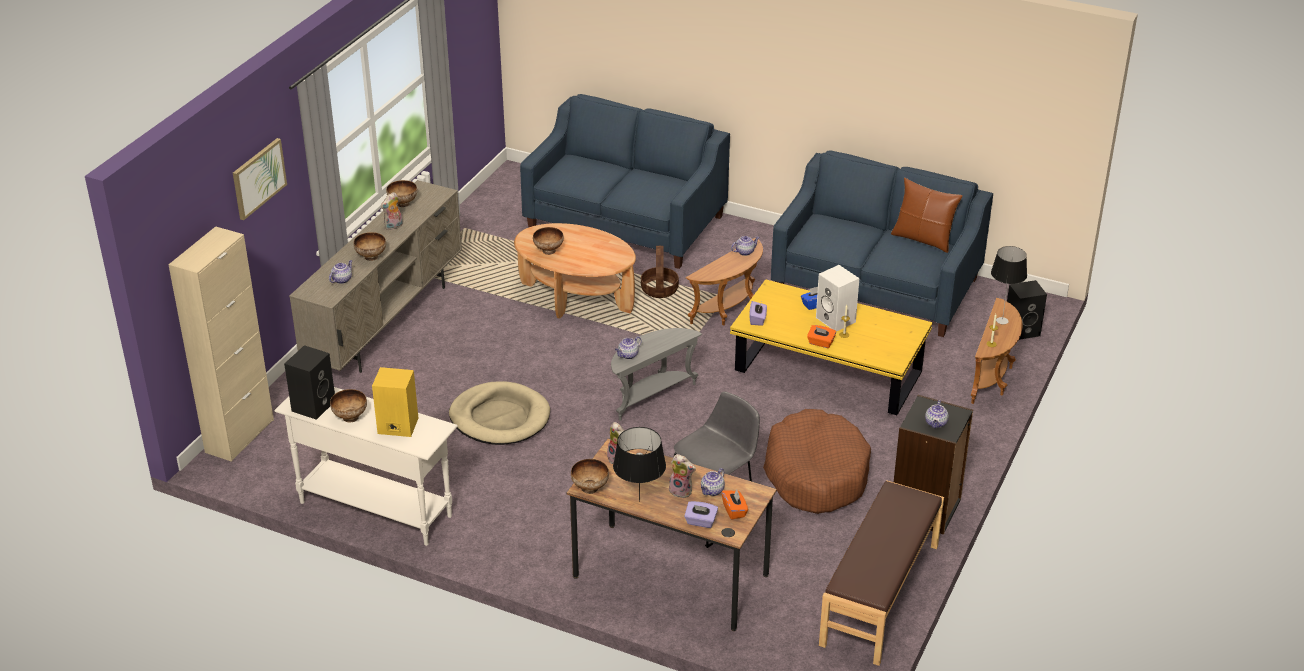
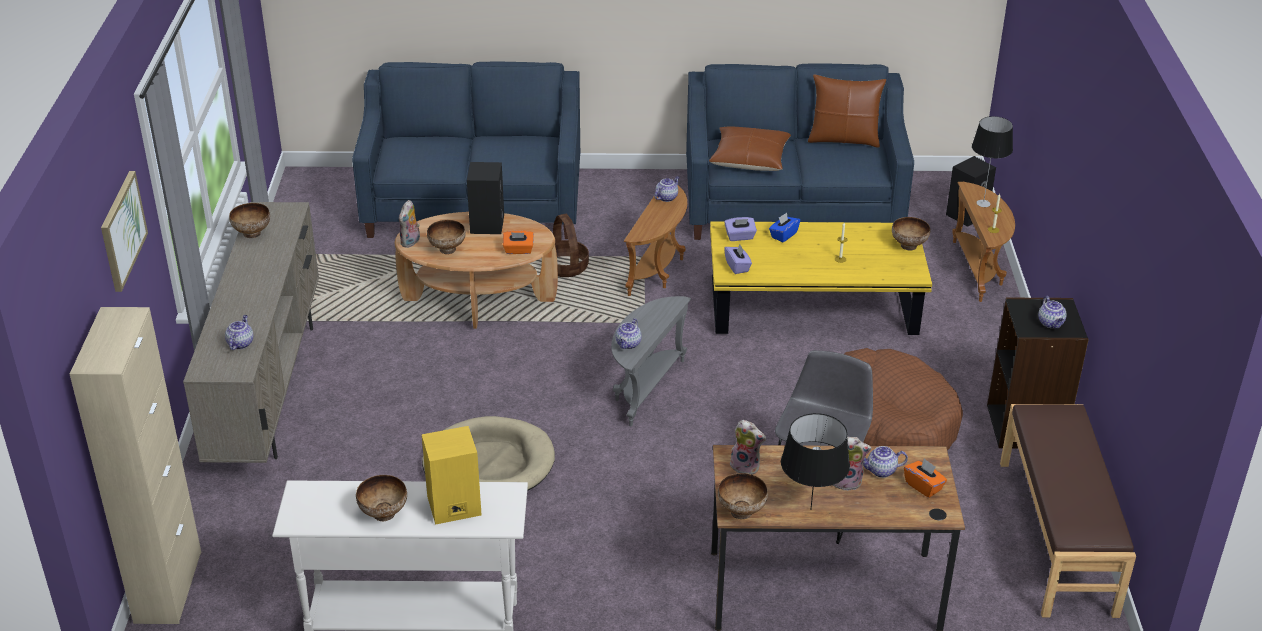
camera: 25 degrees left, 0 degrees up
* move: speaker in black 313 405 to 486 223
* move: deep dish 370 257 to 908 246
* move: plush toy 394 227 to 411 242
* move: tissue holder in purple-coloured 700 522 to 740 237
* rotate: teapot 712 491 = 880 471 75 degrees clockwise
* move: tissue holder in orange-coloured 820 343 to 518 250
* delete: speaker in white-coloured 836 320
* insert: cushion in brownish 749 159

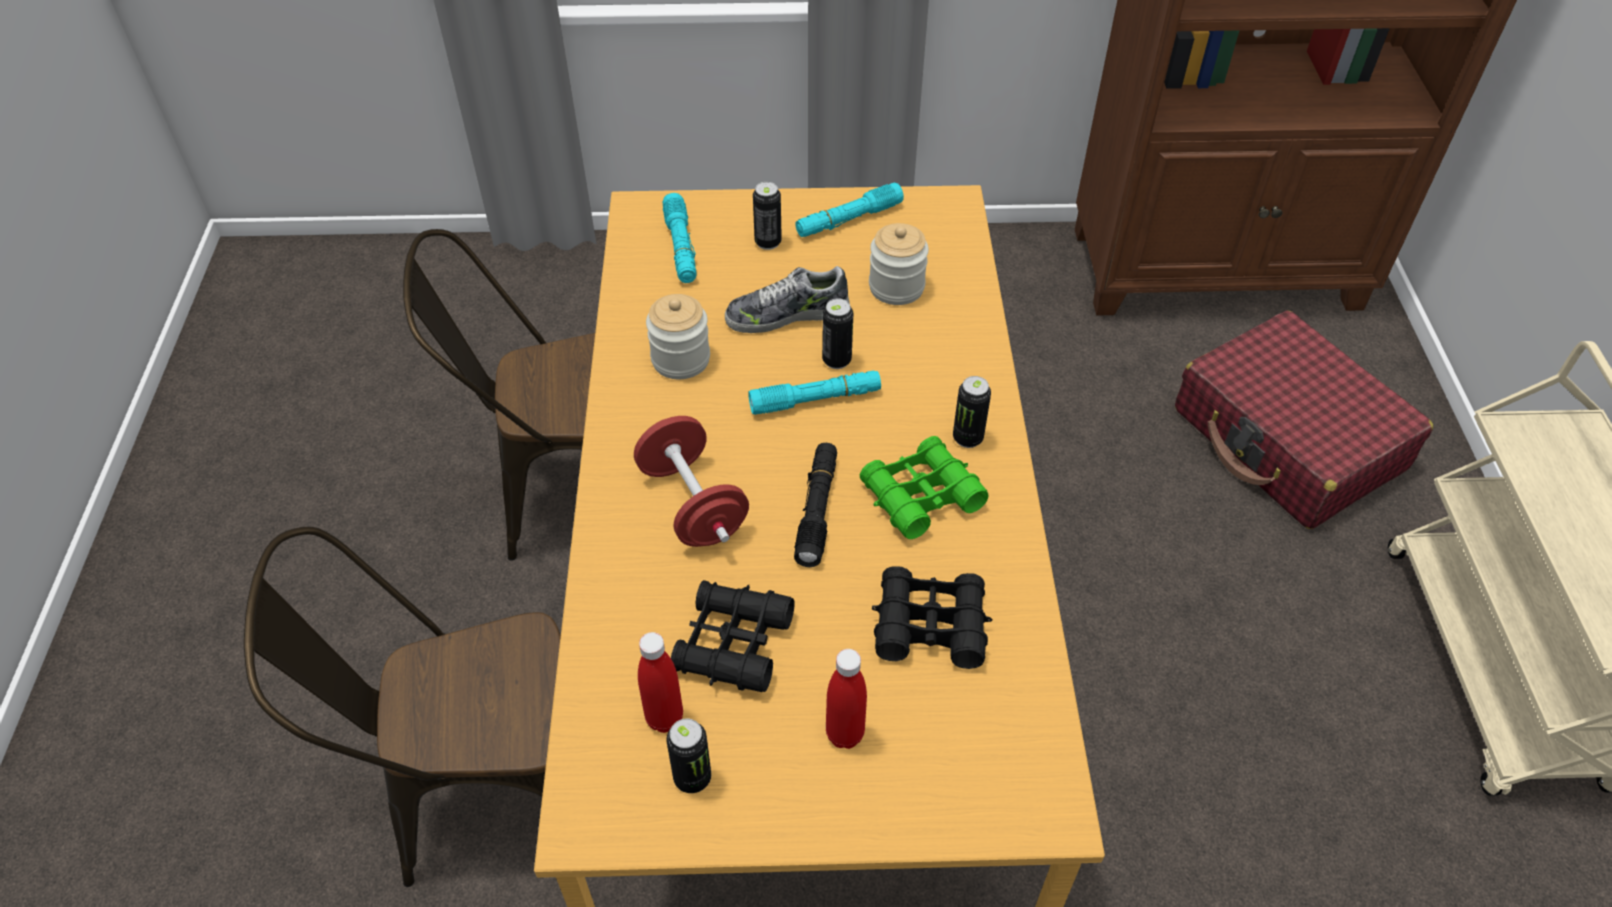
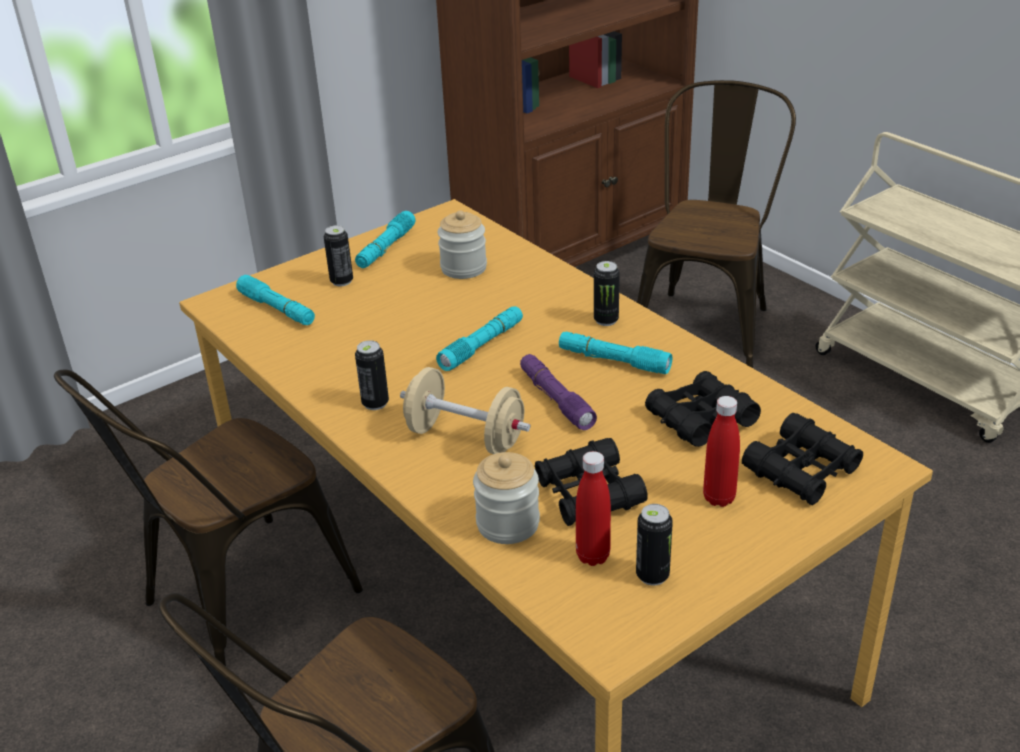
camera: 35 degrees left, 15 degrees down
* recolor: dumbbell in reddish 693 504 to dumbbell in beige 465 437
* move: jar 680 359 to 508 524
* delete: item of footwear 787 314
* recolor: hand torch in black 817 510 to hand torch in purple-coloured 556 399
* move: sealed can 836 360 to 375 403
* replace: pair of binoculars in green 921 496 to hand torch in turquoise 613 361
* replace: travel case in reddish 1288 440 to chair in brownish 706 324
* insert: pair of binoculars in black 801 470

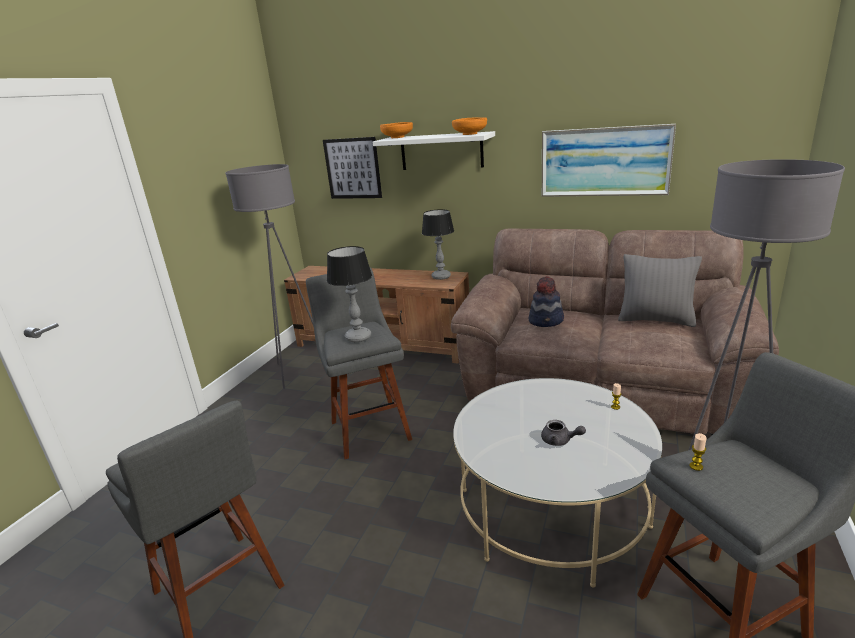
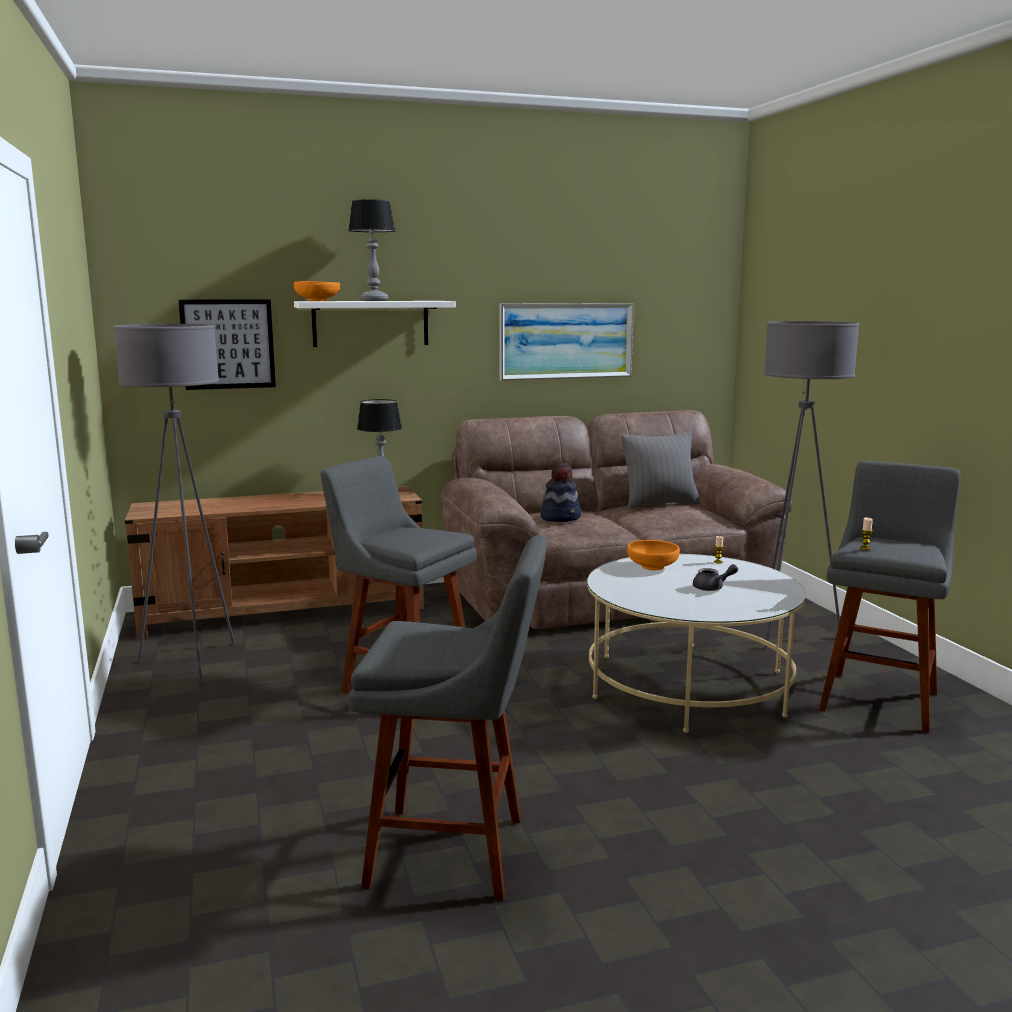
camera: 40 degrees left, 10 degrees down
* move: lamp for a table 359 337 to 374 300
* move: deep dish in orange-coloured 470 134 to 652 567

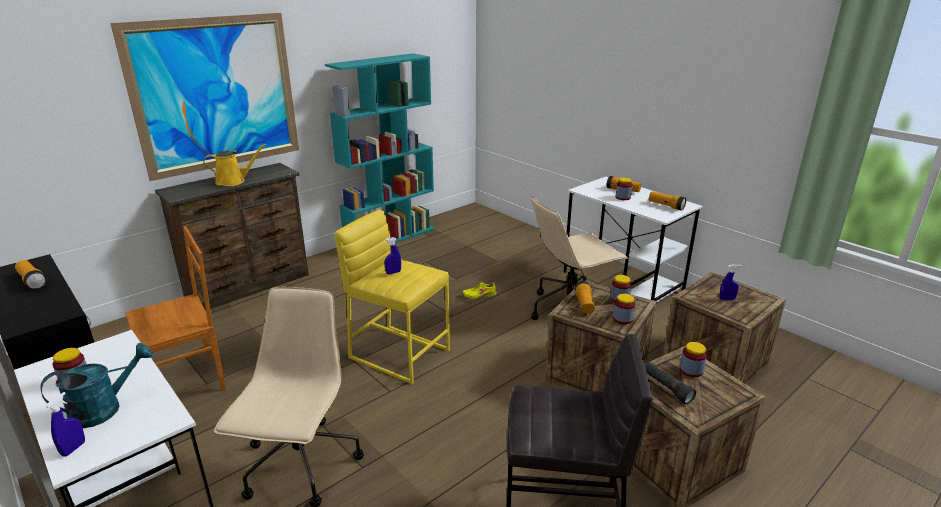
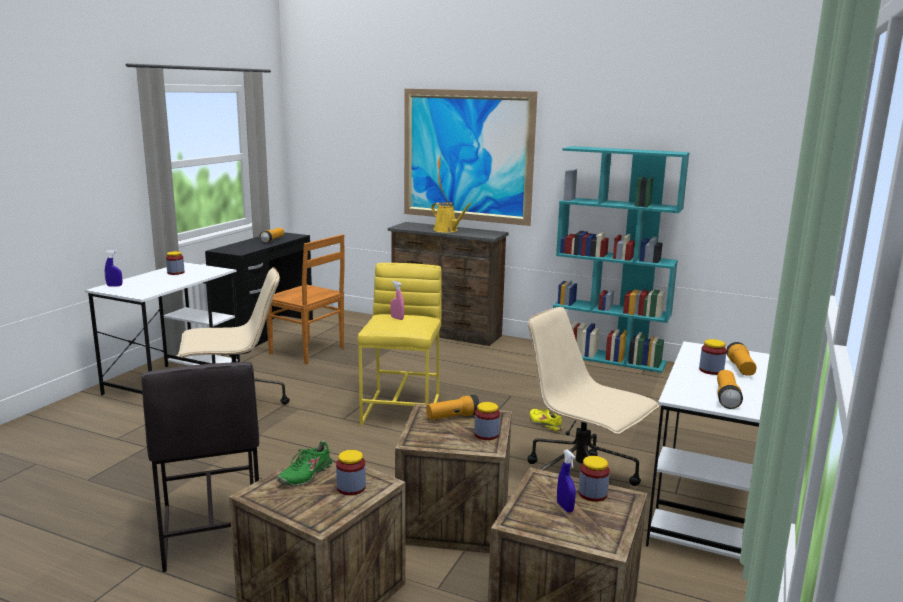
camera: 65 degrees right, 10 degrees down
* delete: watering pot in turquoise 105 409
* recolor: sprayer in blue 393 272 to sprayer in pink 397 318
* move: jar 622 319 to 592 494
* replace: hand torch in black 666 388 to item of footwear in green 305 475

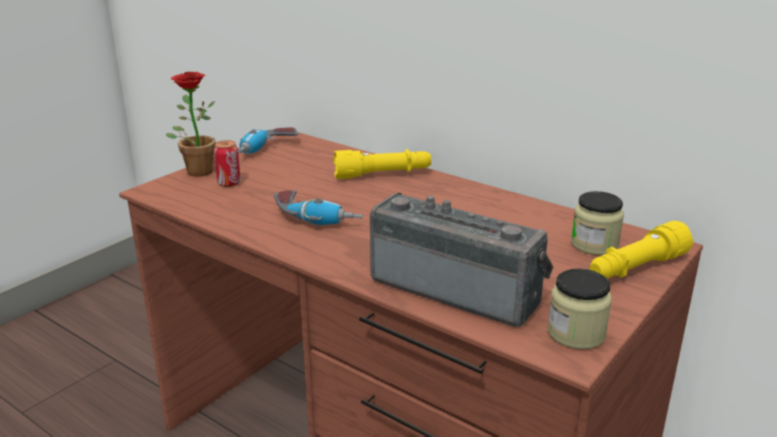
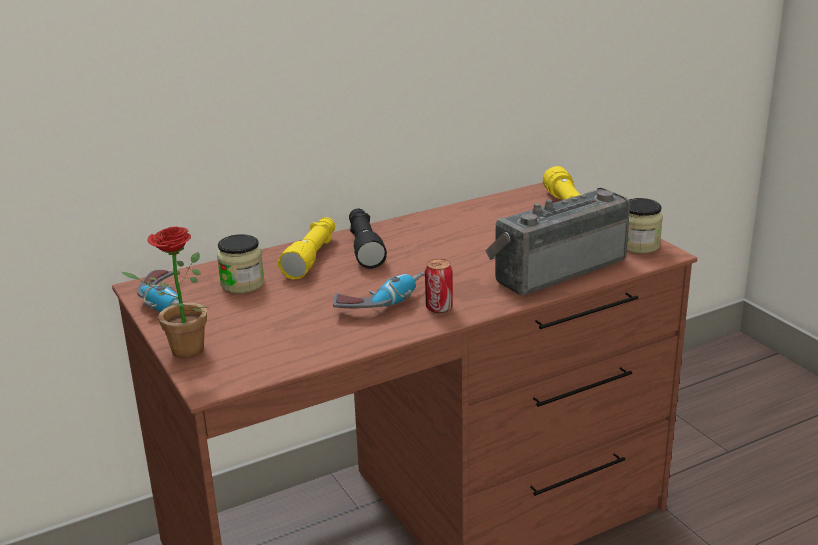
camera: 65 degrees left, 0 degrees up
* move: sealed can 229 183 to 439 308
* move: jar 594 244 to 242 284
* insert: hand torch in black 364 247

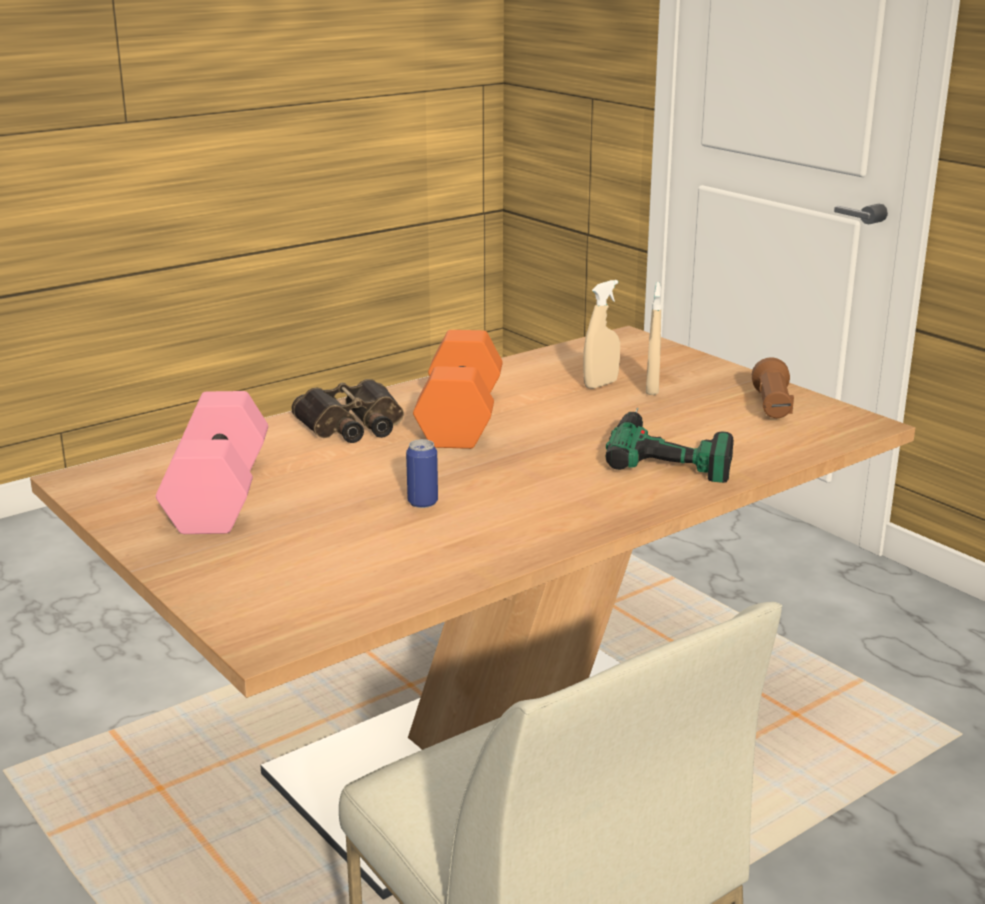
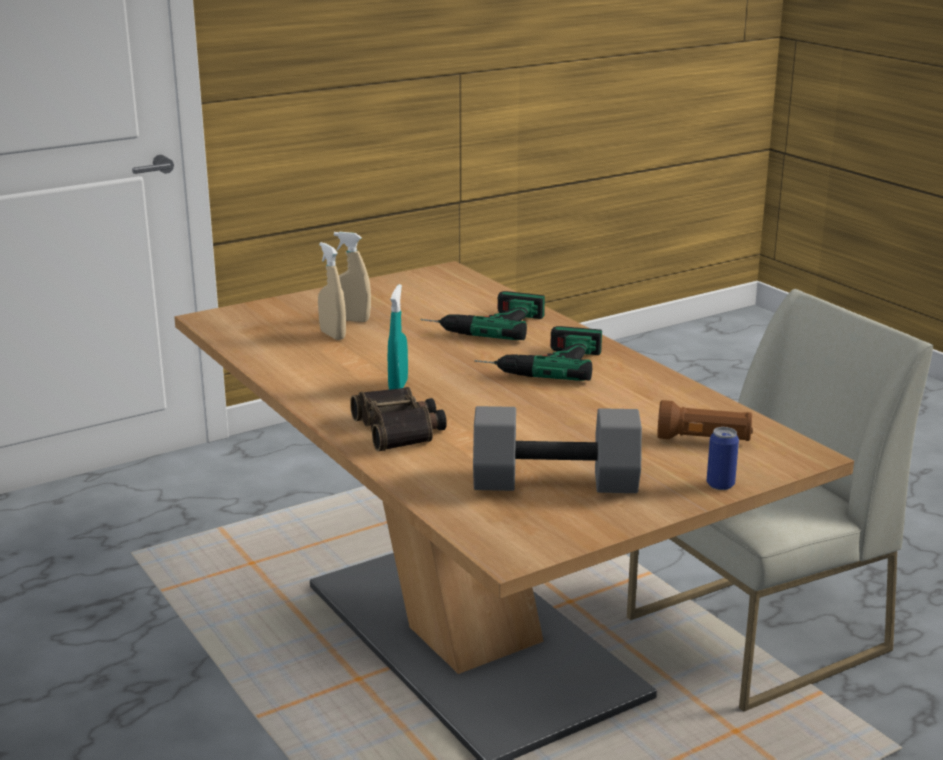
camera: 85 degrees left, 0 degrees up
* recolor: dumbbell in pink 221 496 to dumbbell in gray 557 481
* move: sealed can 422 502 to 720 484
* replace: dumbbell in orange-coloured 462 419 to sprayer in turquoise 398 386
* move: hand torch in brownish 772 407 to 704 440
* insert: power drill 539 363

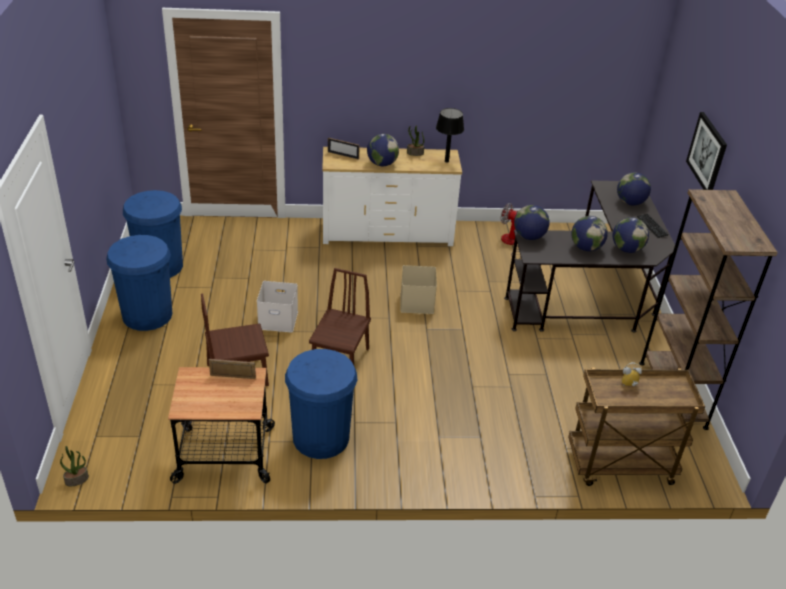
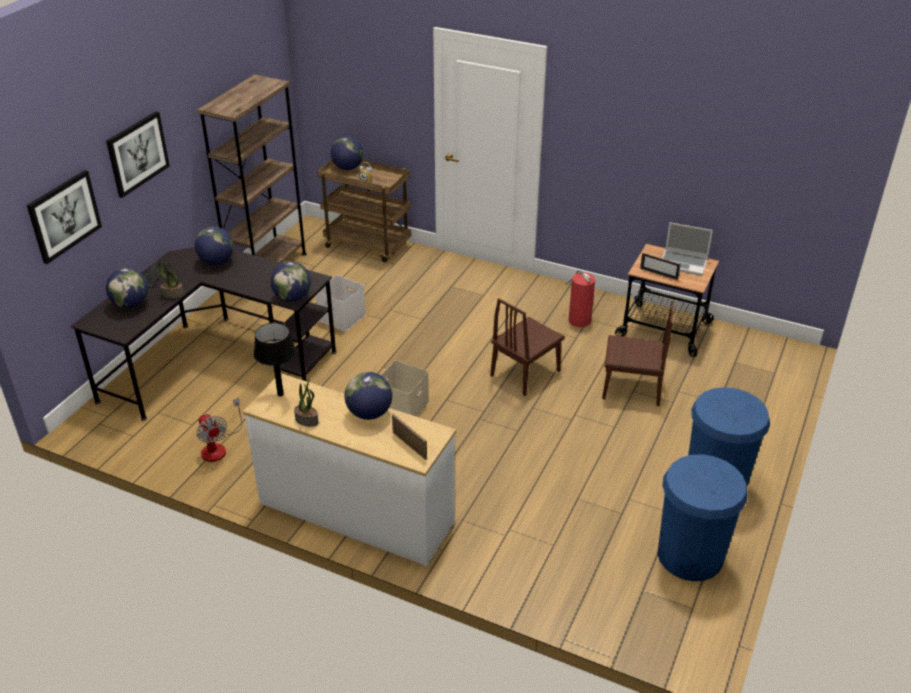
camera: 150 degrees left, 0 degrees up
* move: plant in a pot 77 479 to 172 294
* move: storage bin in white-coloured 279 319 to 341 317
* replace: rubbish bin in blue 321 437 to extinguisher 579 319
* move: desk globe 586 248 to 348 168
* insert: wall art 64 216
* insert: laptop 684 263

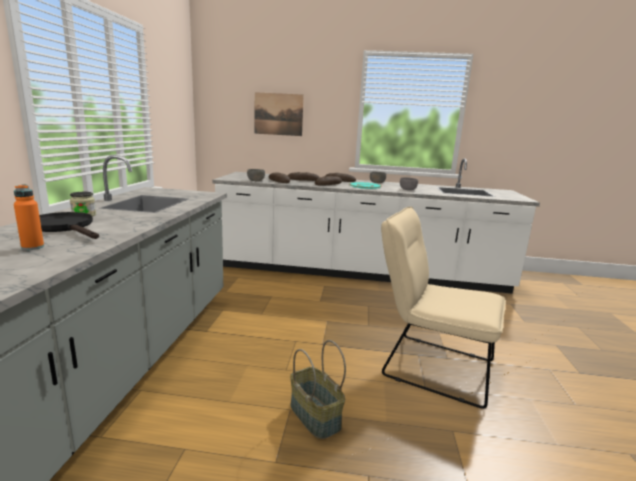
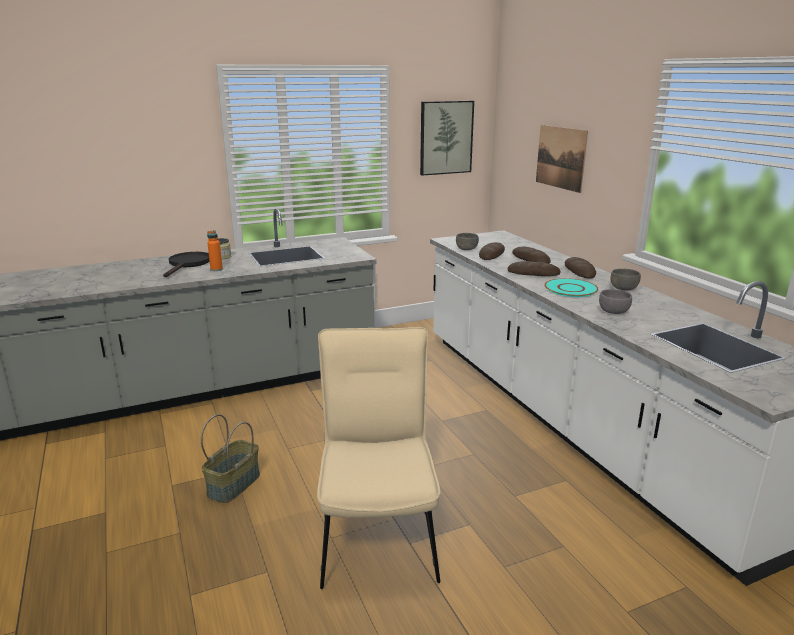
camera: 60 degrees right, 5 degrees up
* move: drink bottle in orange-coloured 33 247 to 216 269
* insert: wall art 446 137

